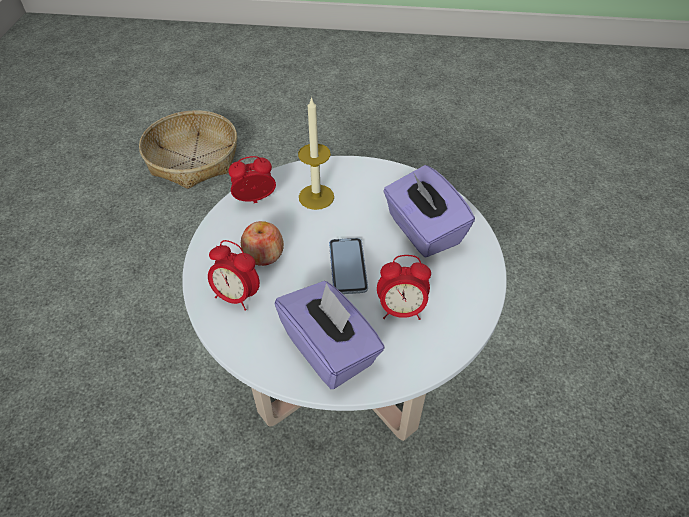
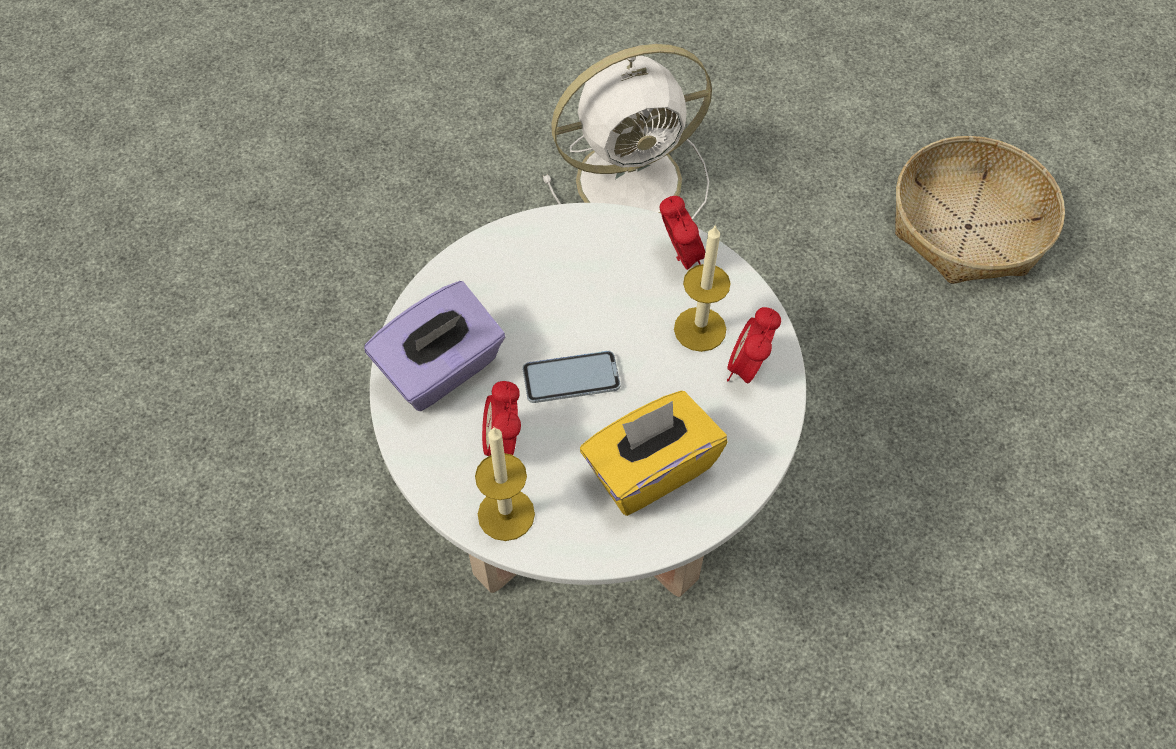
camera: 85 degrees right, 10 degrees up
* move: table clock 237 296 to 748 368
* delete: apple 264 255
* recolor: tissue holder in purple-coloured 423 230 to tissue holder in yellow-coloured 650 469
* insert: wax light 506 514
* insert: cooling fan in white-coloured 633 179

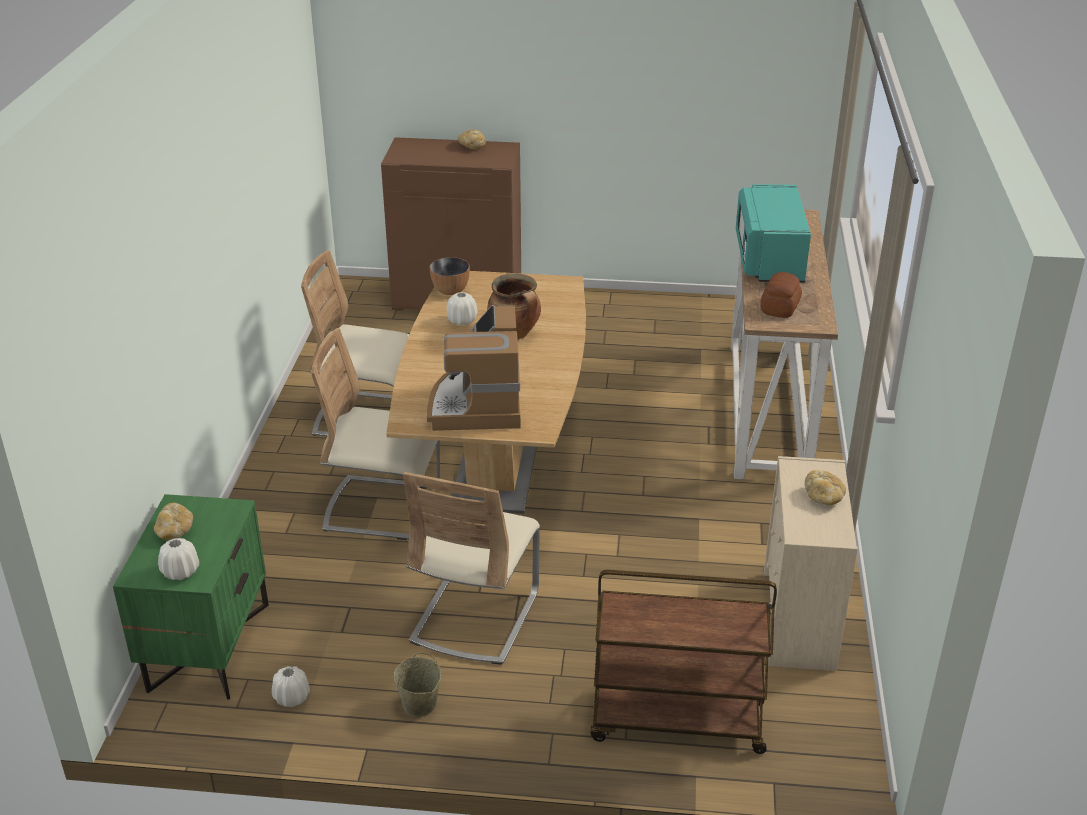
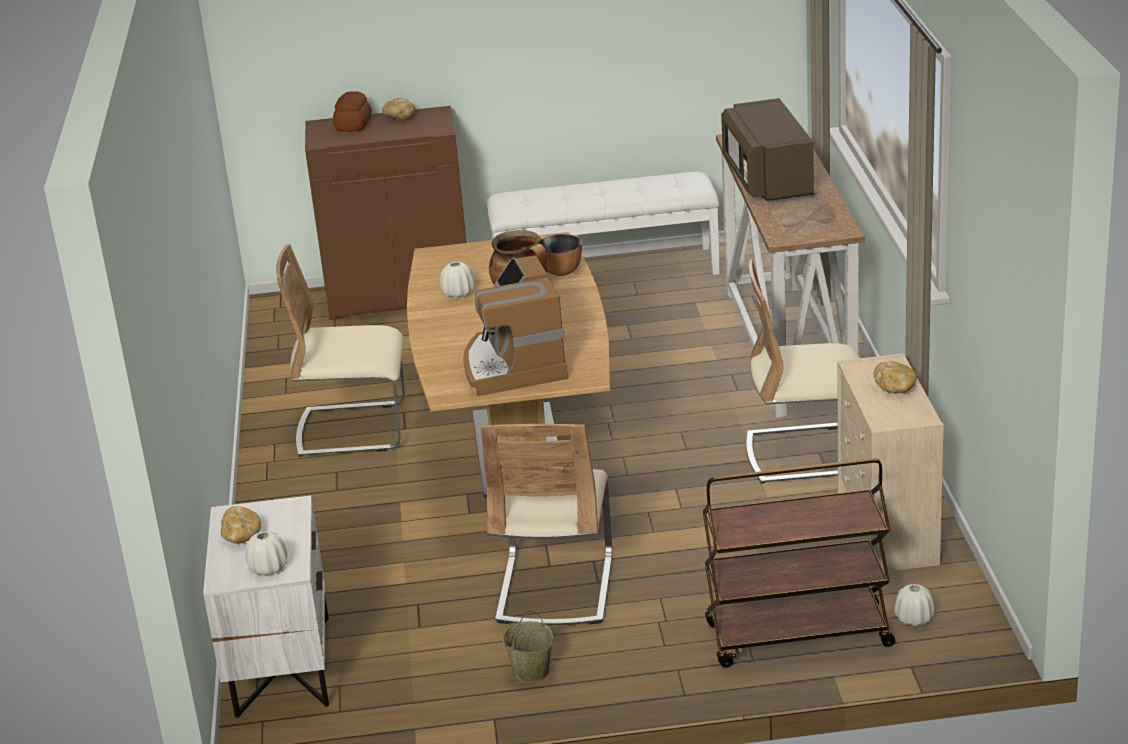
camera: 10 degrees left, 5 degrees down
* recolor: bedside table in green 207 646 to bedside table in white-coloured 281 666
* move: flower vase in white-coloured 292 697 to 914 619
* move: chair in beige 383 509 to 807 454
* move: deep dish 450 291 to 561 272
* recolor: microwave in turquoise 769 259 to microwave in brownish 767 179
* move: baked bread 780 307 to 354 124
* insert: indoor bench in white-coloured 606 271

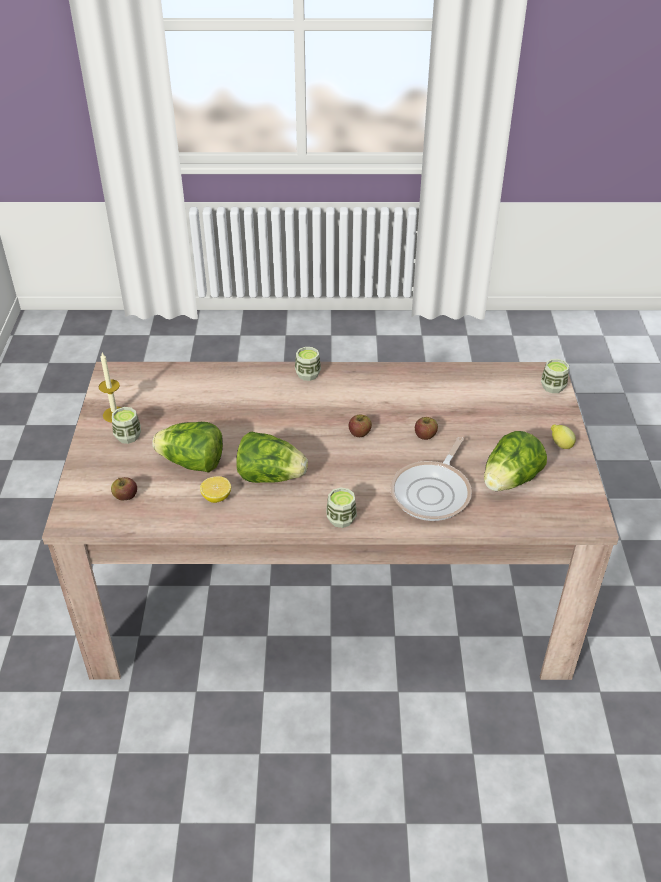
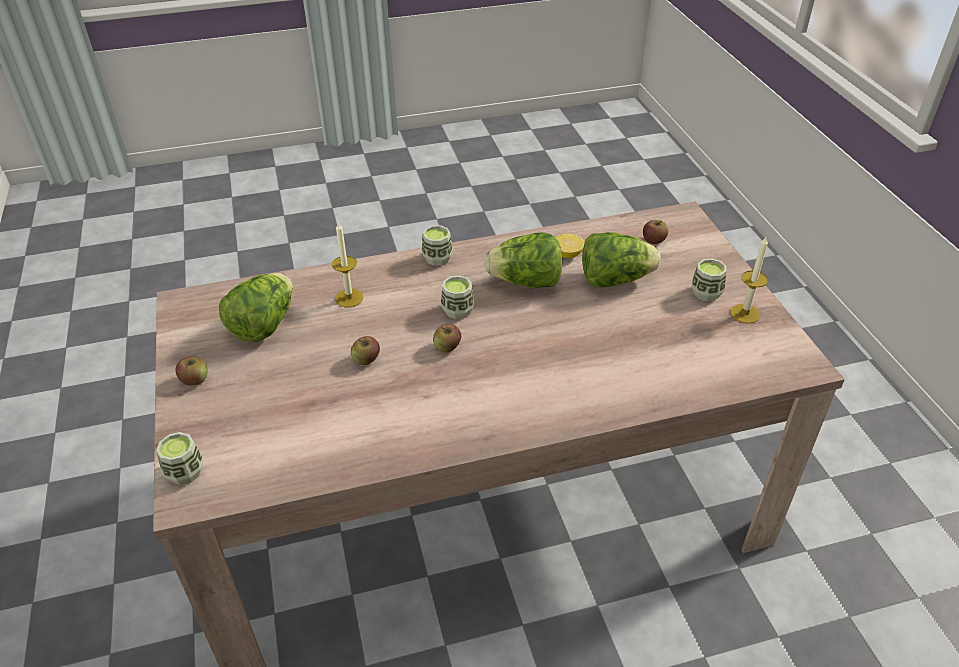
camera: 165 degrees right, 0 degrees up
* move: cup 308 374 to 457 310
* replace: pan 433 492 to wax light 349 298
* replace: citrus fruit 560 445 to apple 195 379

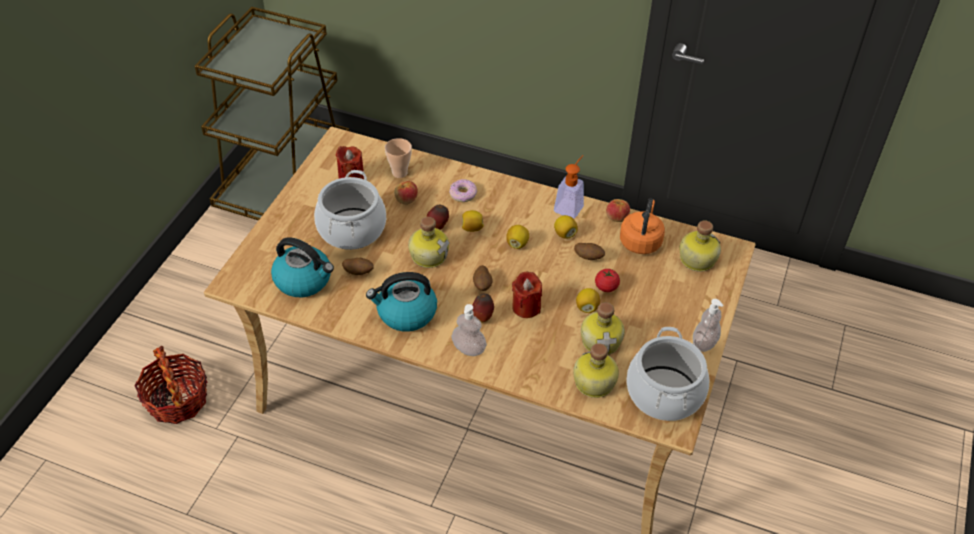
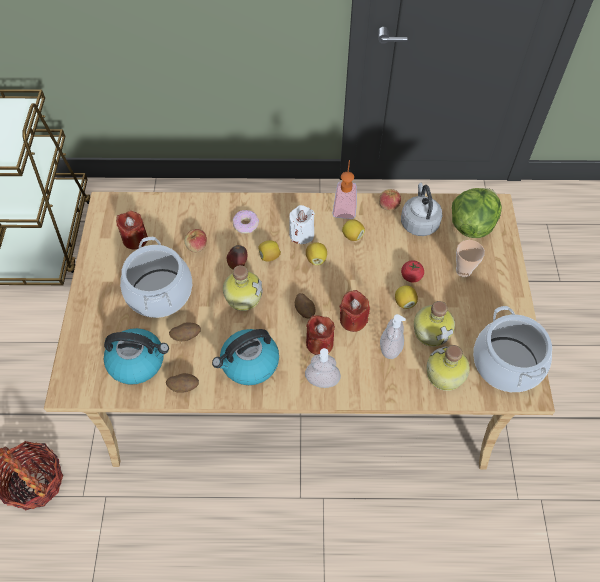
camera: 20 degrees left, 10 degrees up
* move: cup 399 173 to 463 271
* replace: apple 482 317 to wax light in reddish 319 343
* move: potato 588 257 to 184 387
* recolor: tea kettle in orange-coloured 641 241 to tea kettle in gray 419 222
* replace: drink bottle 696 259 to lettuce 471 225
* move: soap dispenser 704 343 to 390 348
* insert: wax light in white-coloured 301 234

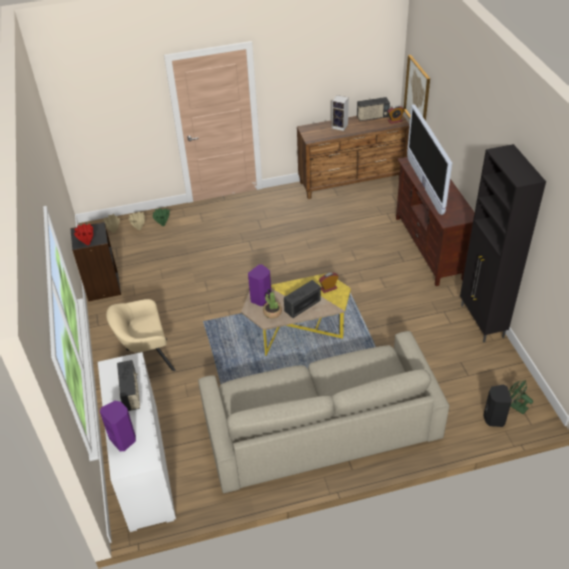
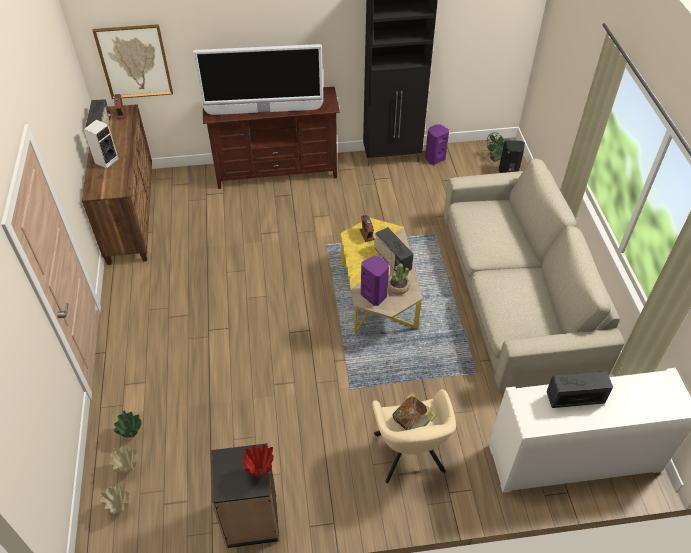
camera: 85 degrees left, 5 degrees up
* move: speaker in purple-coloured 123 439 to 434 158
* insert: bound book 413 423

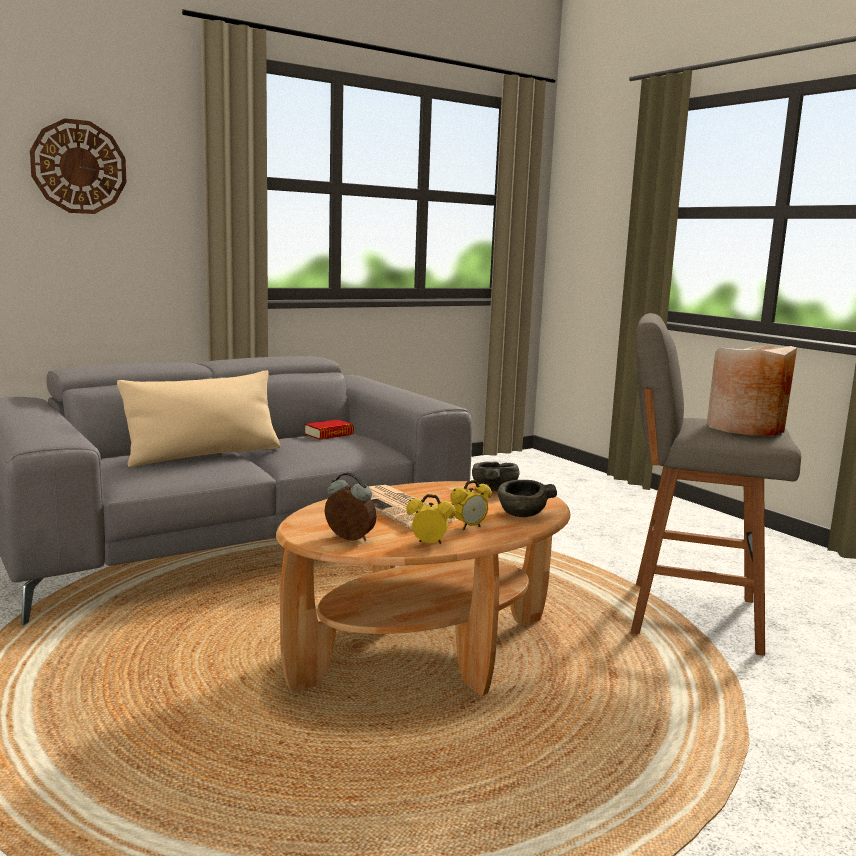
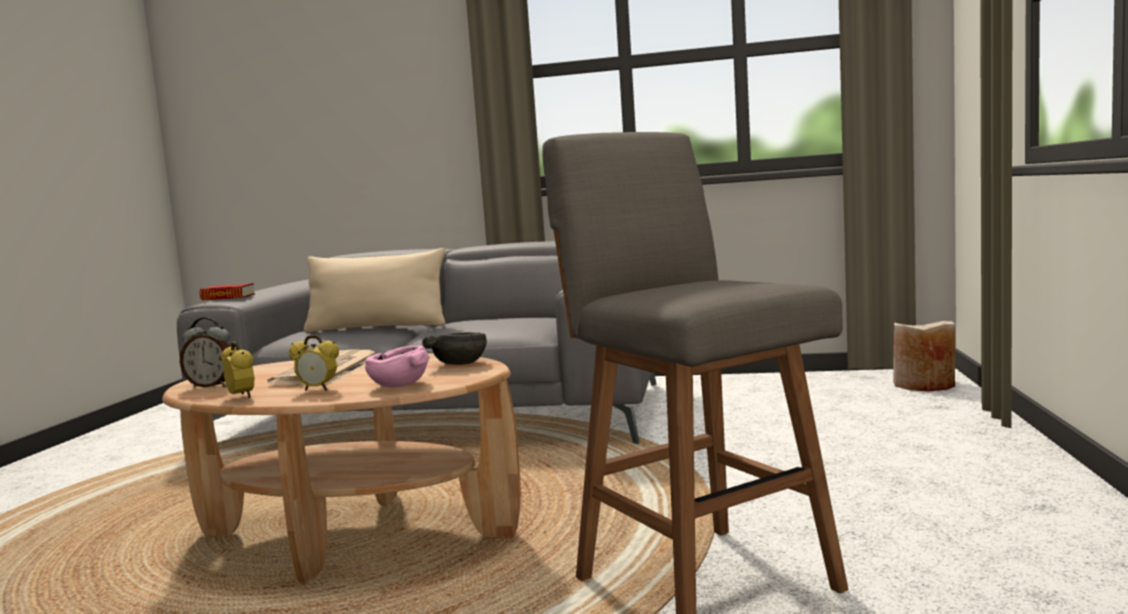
camera: 45 degrees right, 5 degrees down
* delete: clock on the wall 79 167
* move: bound book 329 434 to 228 297
* rotate: table clock 349 539 = 212 386 120 degrees clockwise
* recolor: deep dish in gray 521 514 to deep dish in pink 399 385
* move: flower vase in beige 745 427 to 924 384

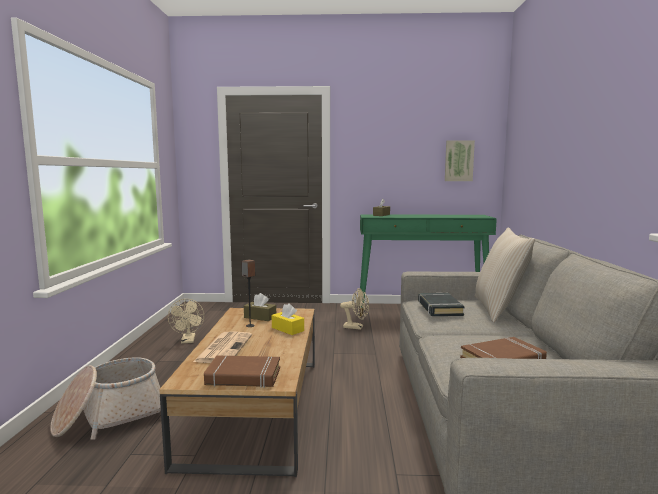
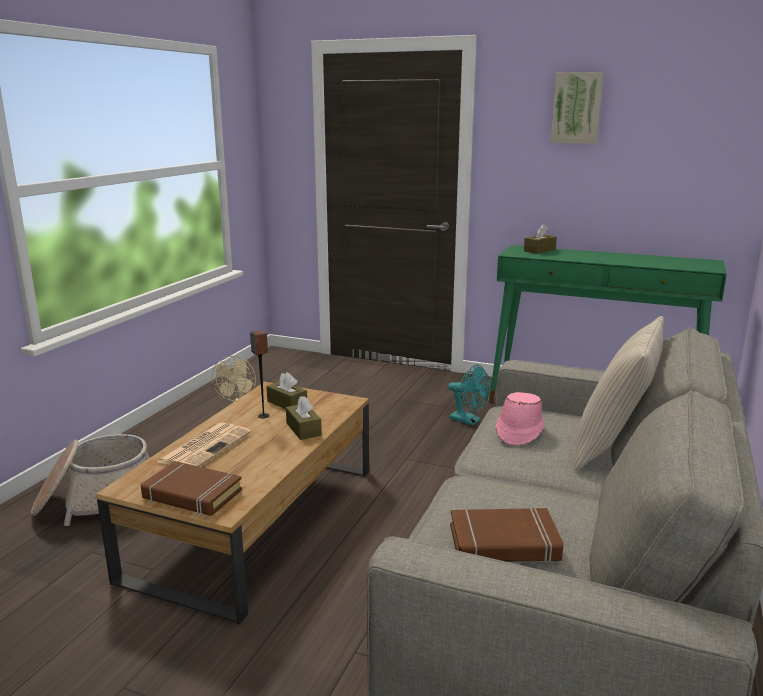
camera: 20 degrees right, 10 degrees up
* recolor: tissue holder in yellow-coloured 287 329 to tissue holder in brownish 303 429
* recolor: cooling fan in beige 356 327 to cooling fan in turquoise 469 421
* replace: bound book in black 439 308 to clothing hat in pink 518 431
* move: wall art 459 161 to 577 108

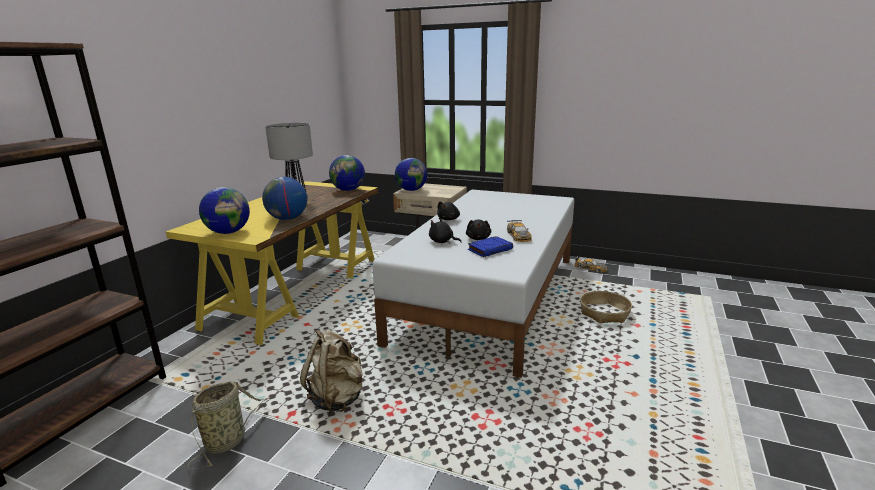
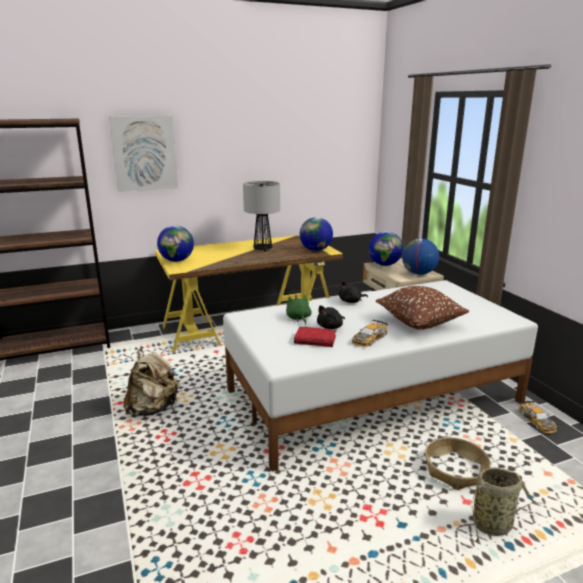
camera: 45 degrees right, 0 degrees up
* move: basket 228 440 to 494 525
* move: desk globe 287 219 to 418 273
* recolor: plush toy in black 442 242 to plush toy in green 298 318
* recolor: bound book in blue 490 249 to bound book in reddish 315 340
* insert: wall art 144 153
* insert: cushion in brownish 419 323

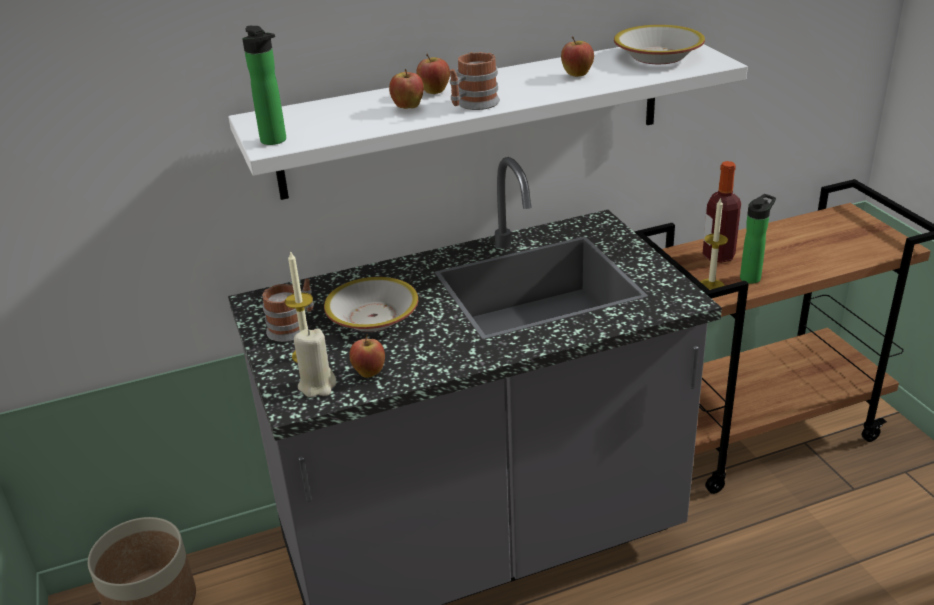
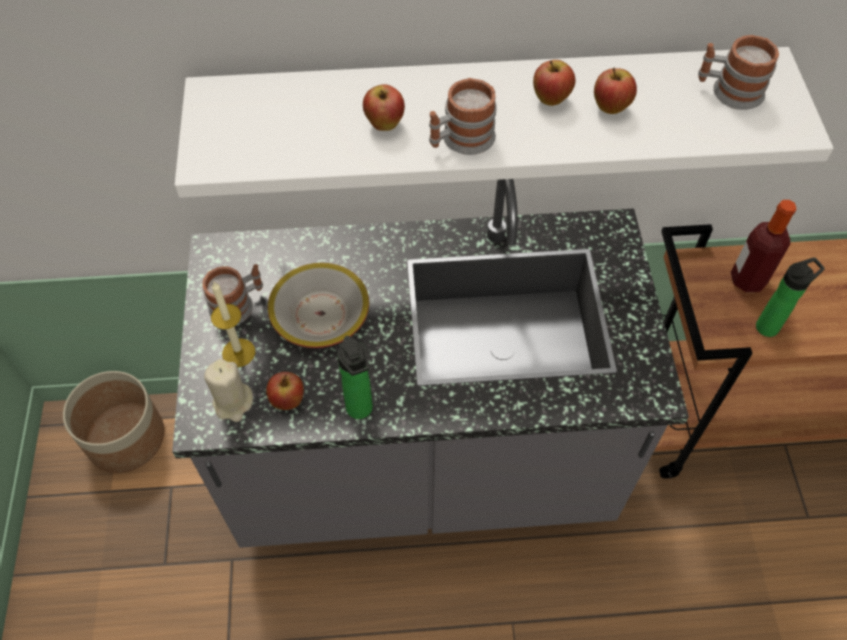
camera: 15 degrees right, 25 degrees up
* move: drink bottle 275 141 to 361 411
* move: apple 434 93 to 550 100
* replace: deep dish 657 56 to mug 728 91
* delete: wax light 711 286

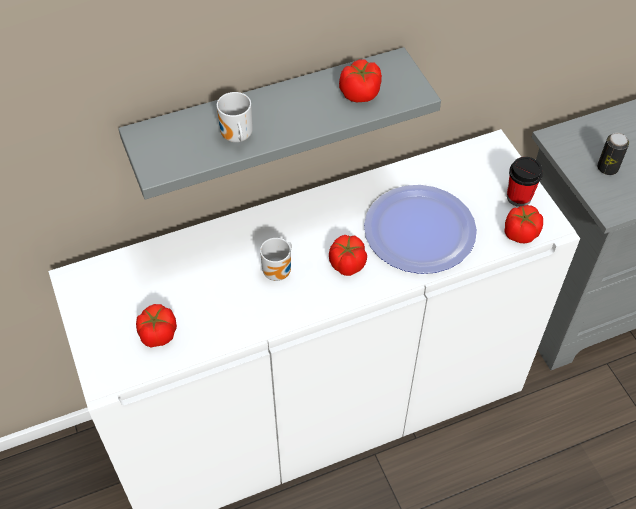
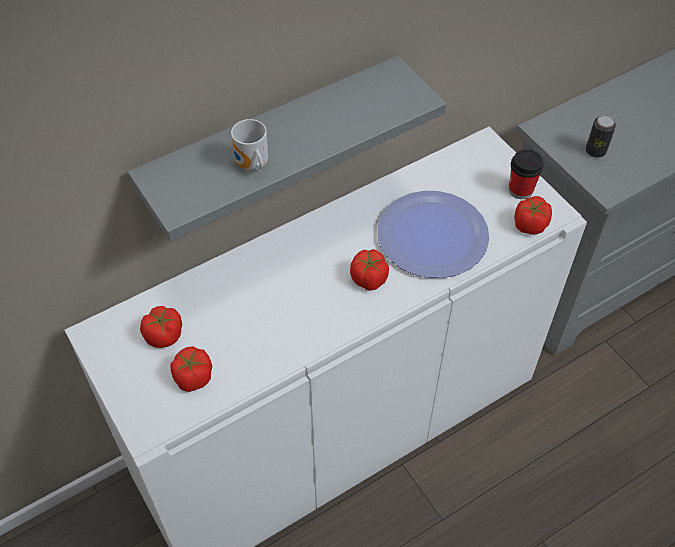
camera: 10 degrees left, 0 degrees up
* delete: mug 279 272
* move: fresh tomato 360 93 to 164 335

